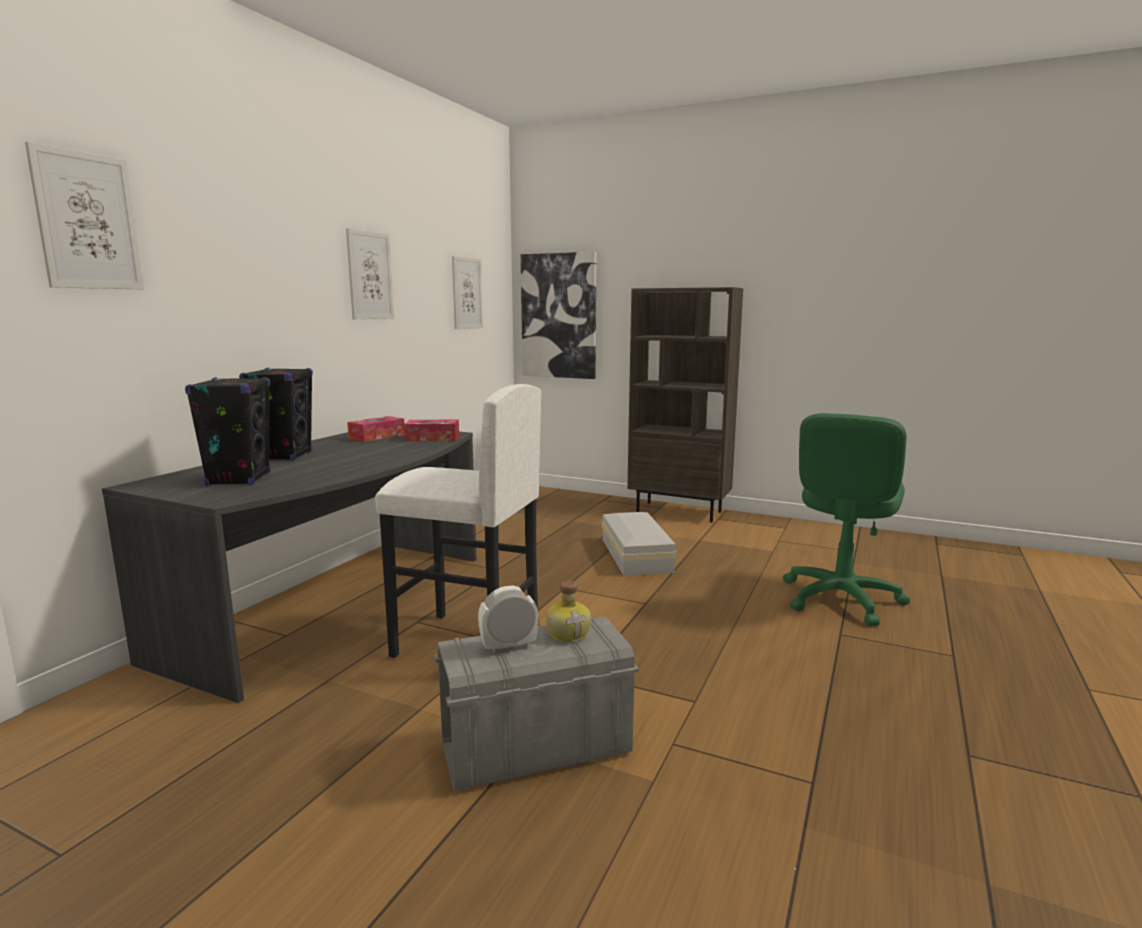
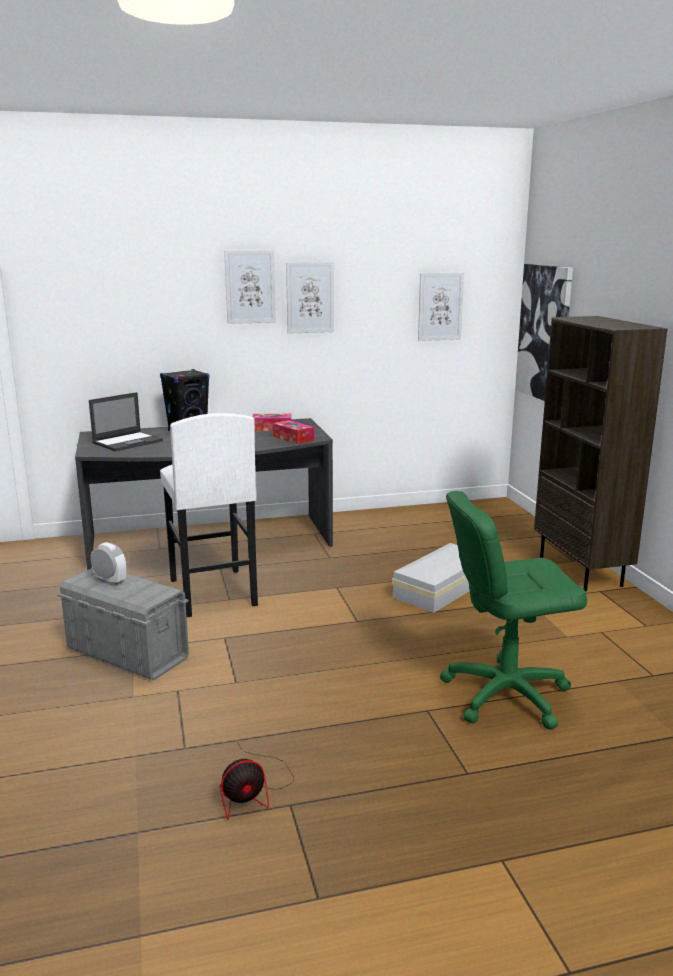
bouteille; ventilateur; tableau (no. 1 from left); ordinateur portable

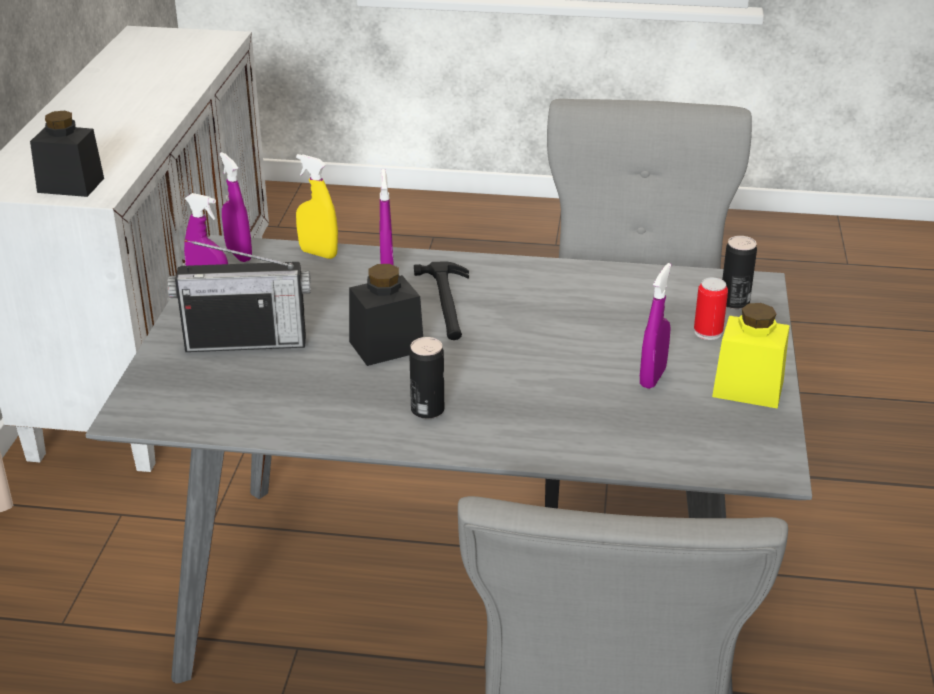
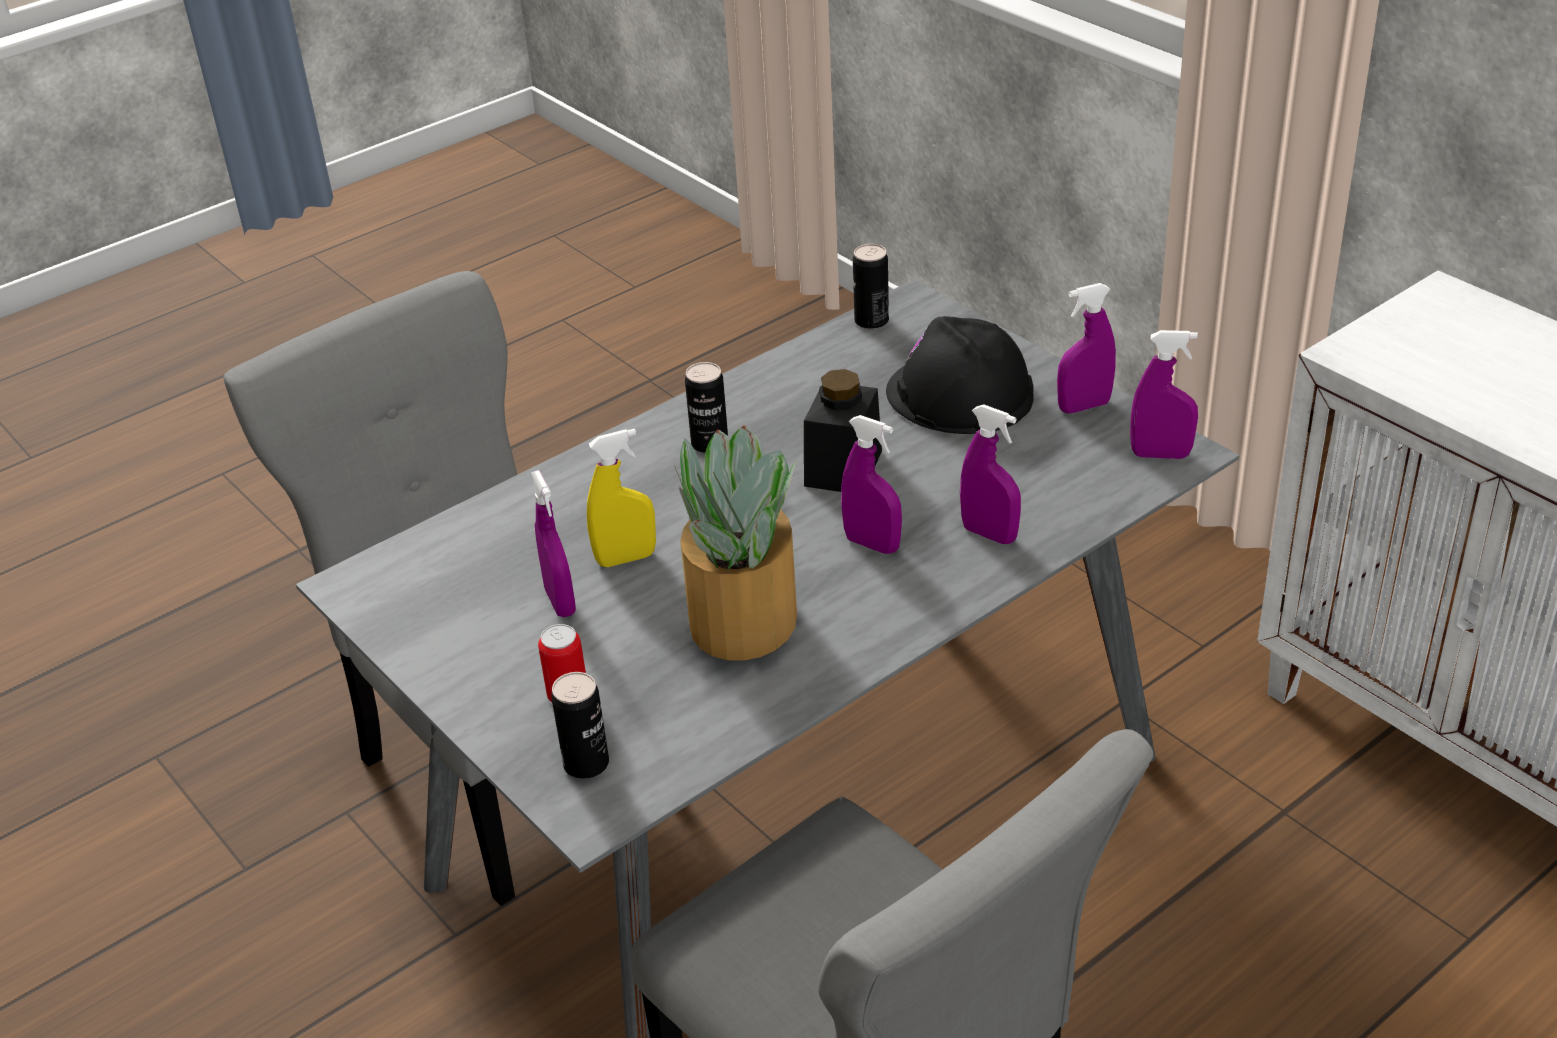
bocal/noir (no. 1 from left in the first image); bocal/jaune; plante en pot; boîte métallique (no. 4 from left); vaporisateur/jaune; casque de chantier/noir; vaporisateur/violet (no. 2 from left)

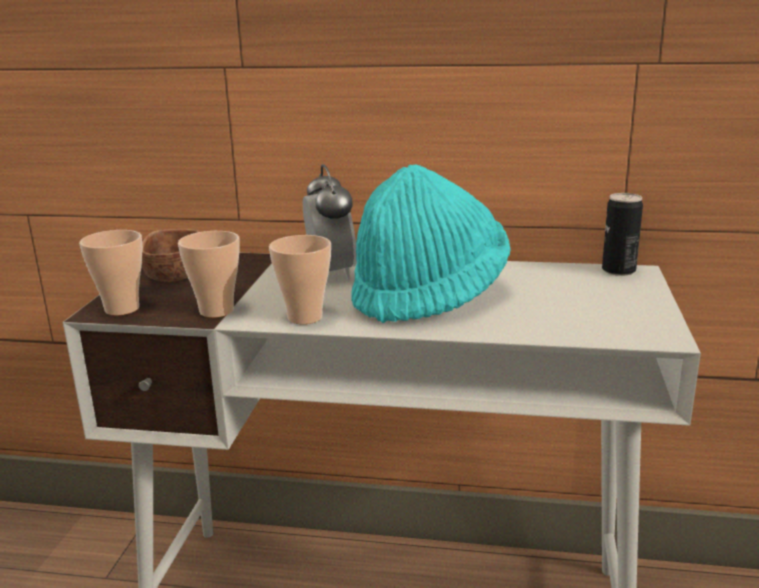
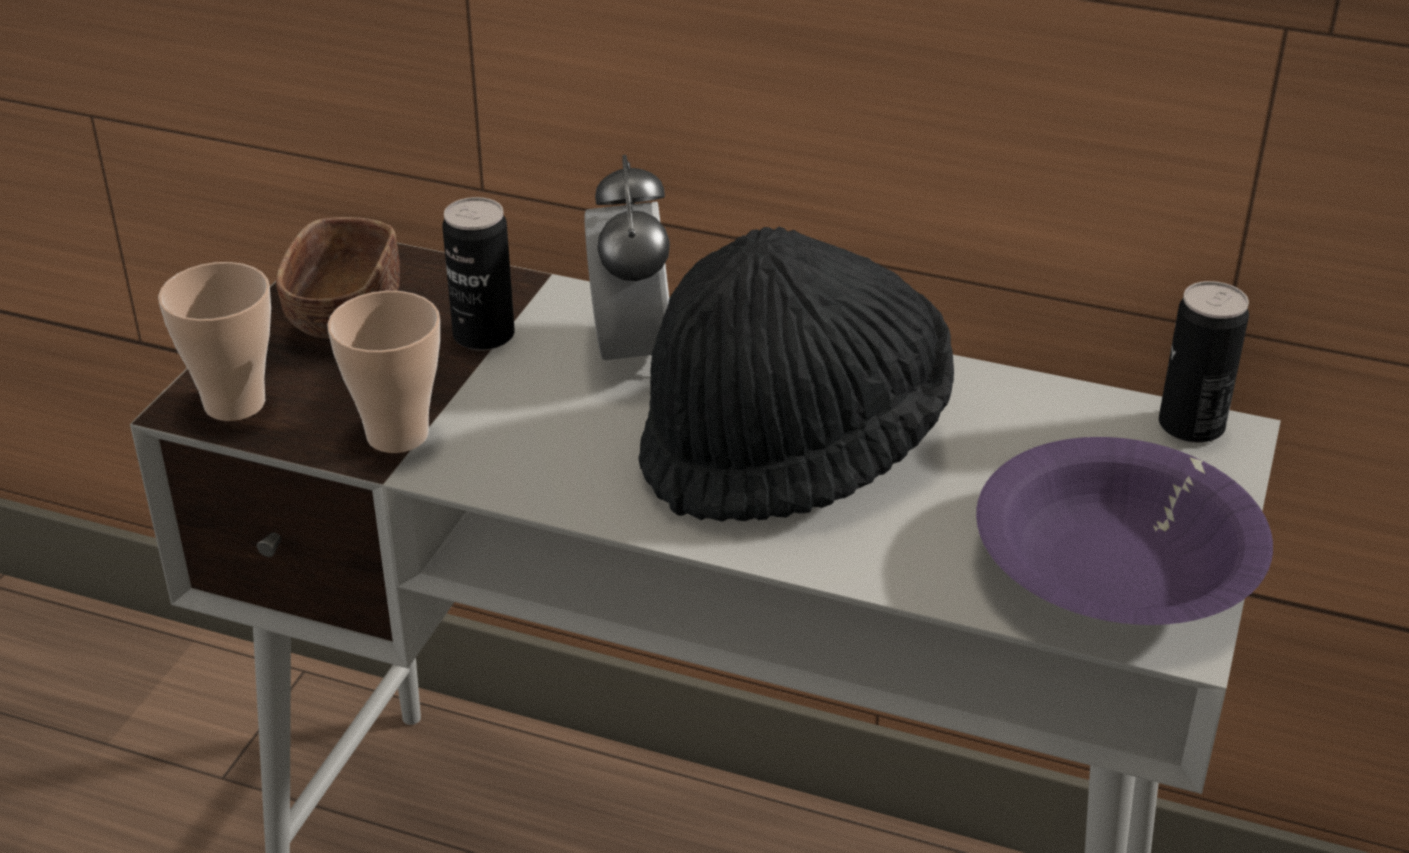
tasse (no. 3 from left in the first image); boîte métallique (no. 1 from left); bol/violet; chapeau/noir

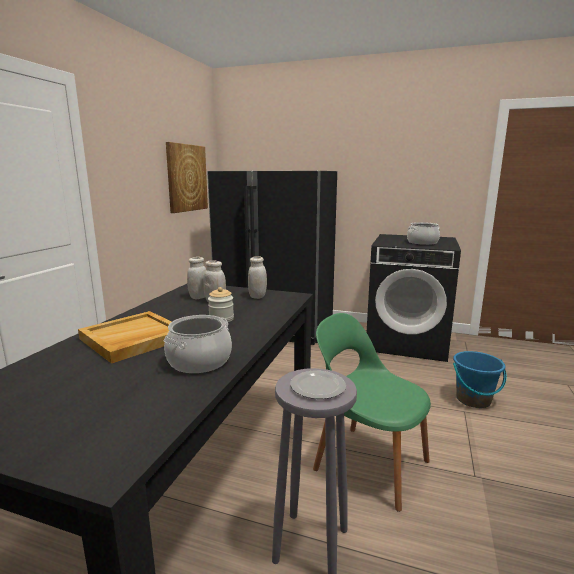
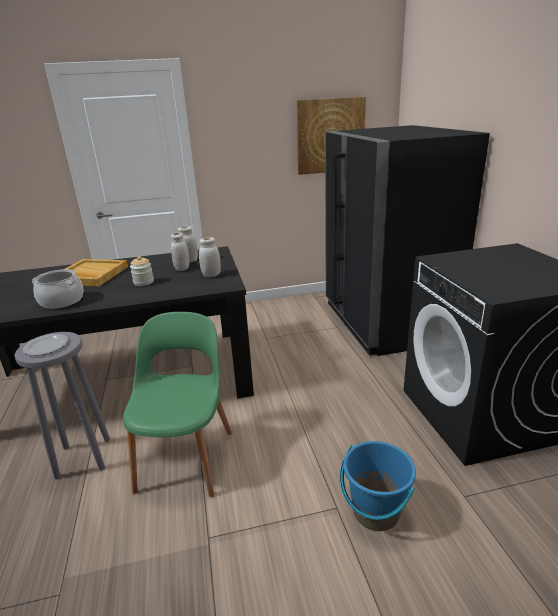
marmite (no. 2 from left in the first image)

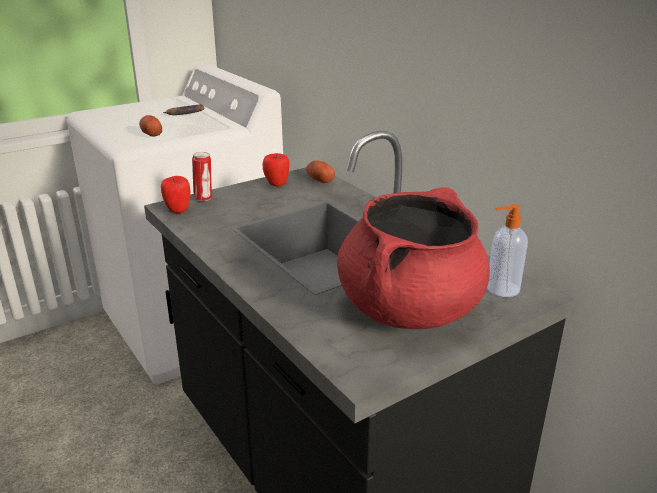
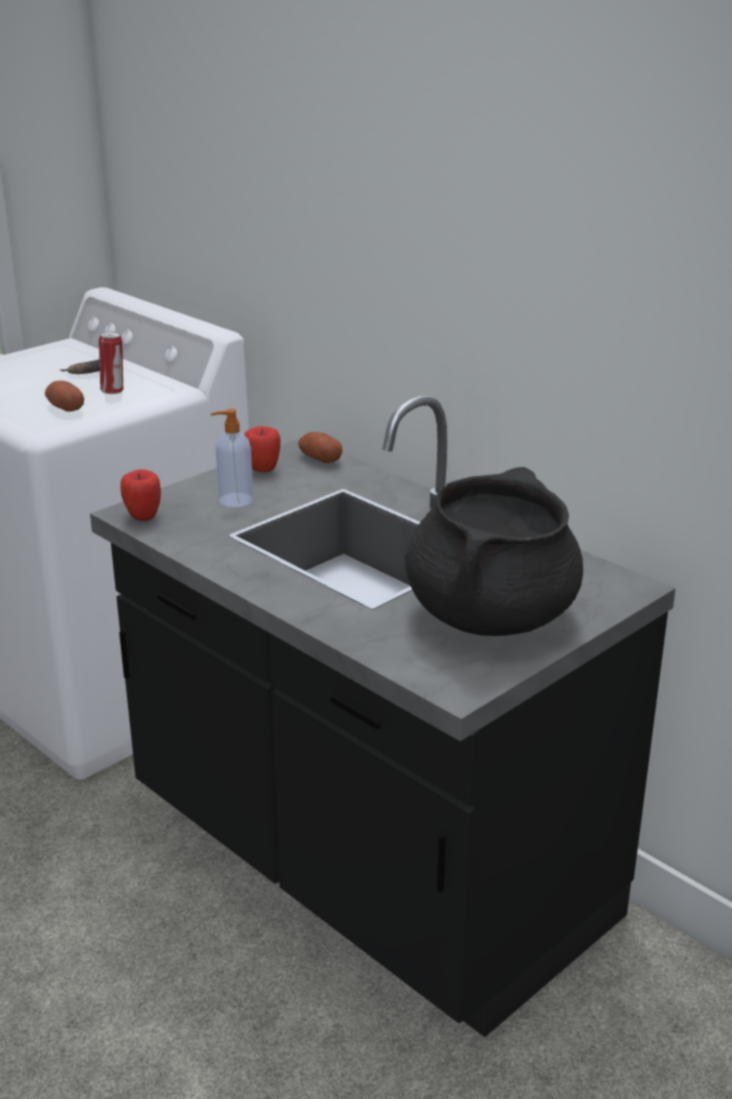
boîte métallique; distributeur de savon; marmite/noir

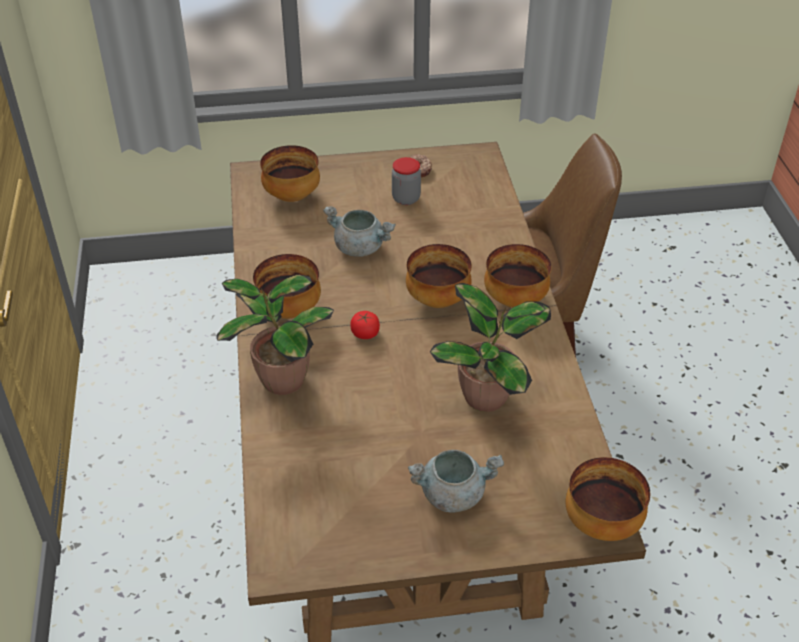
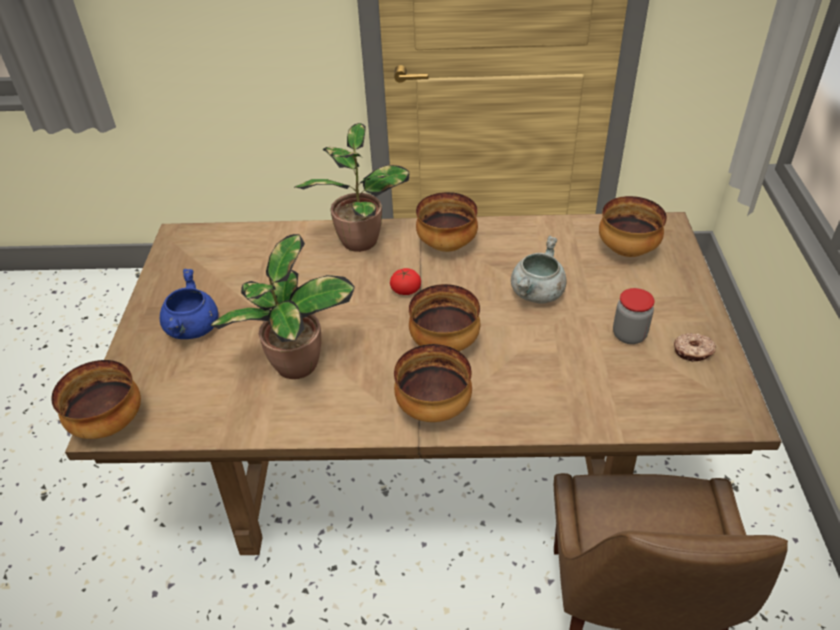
marmite/bleu

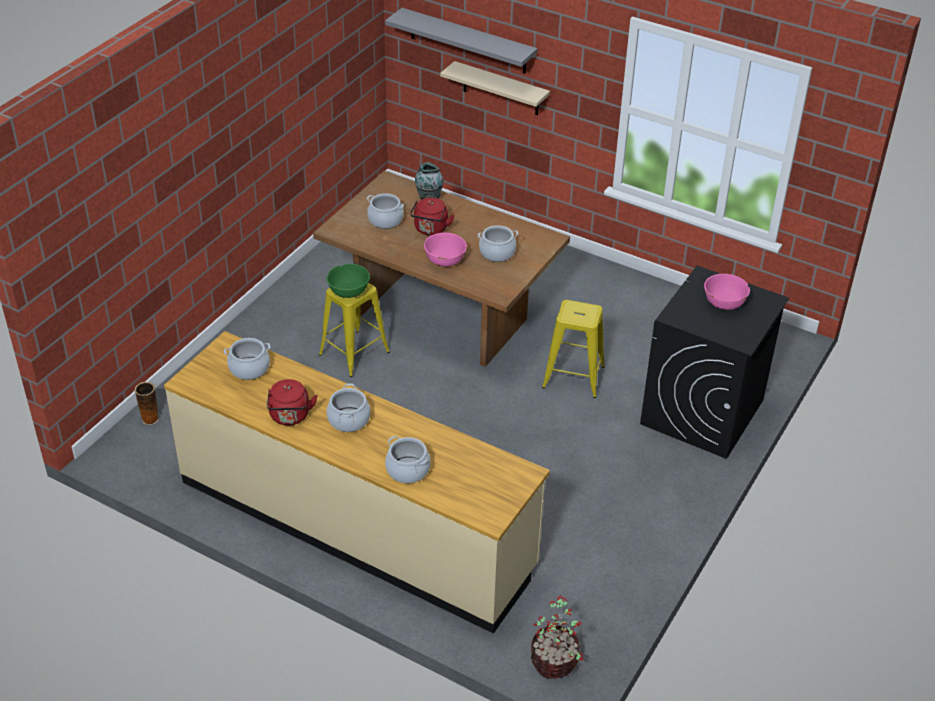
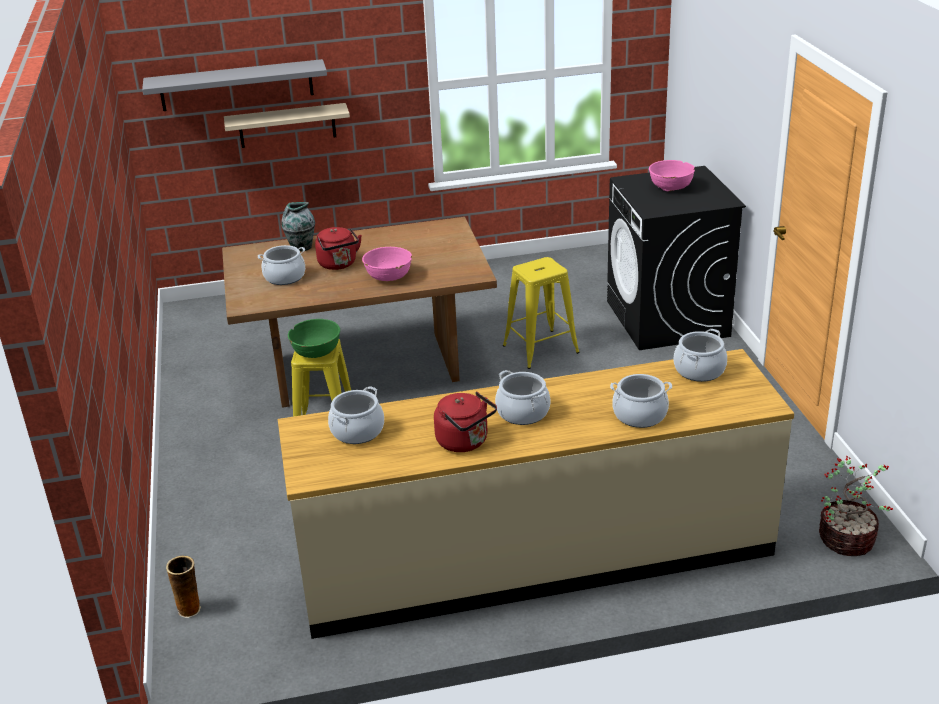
marmite (no. 5 from left)

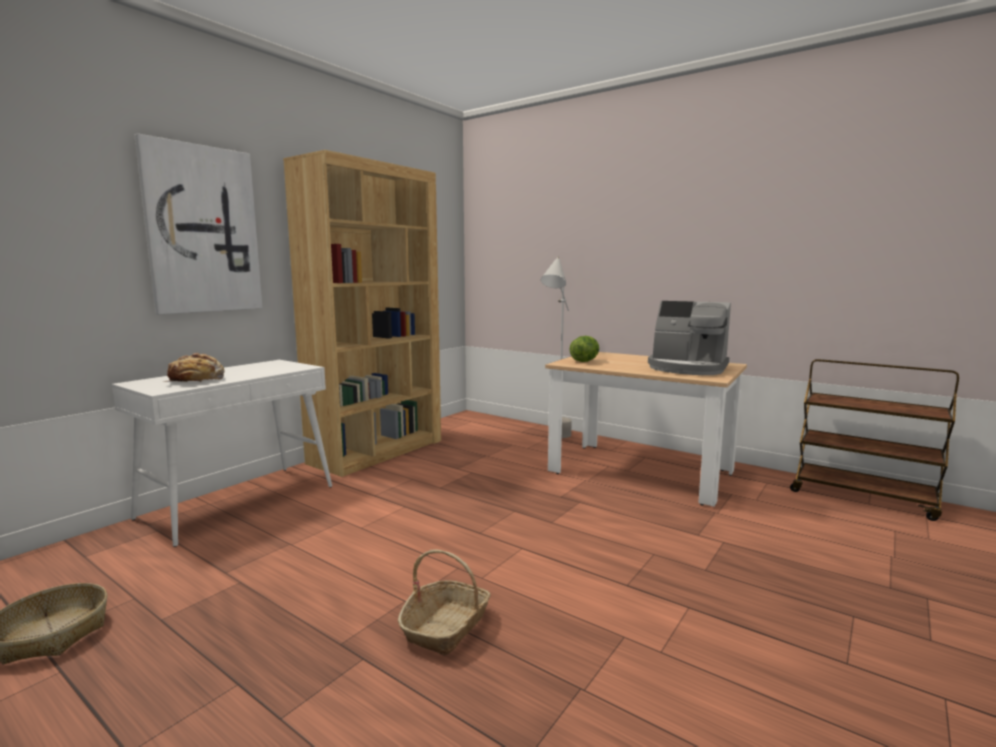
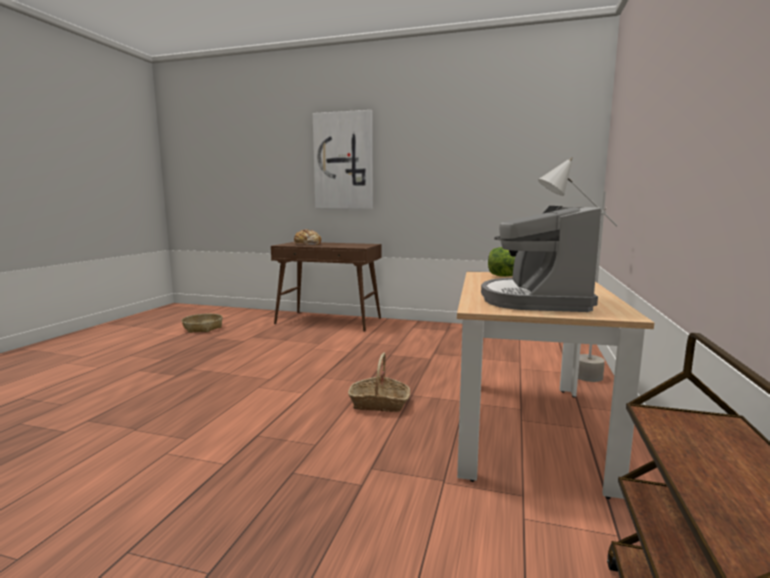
bibliothèque/marron; panier (no. 2 from left); table console/marron

